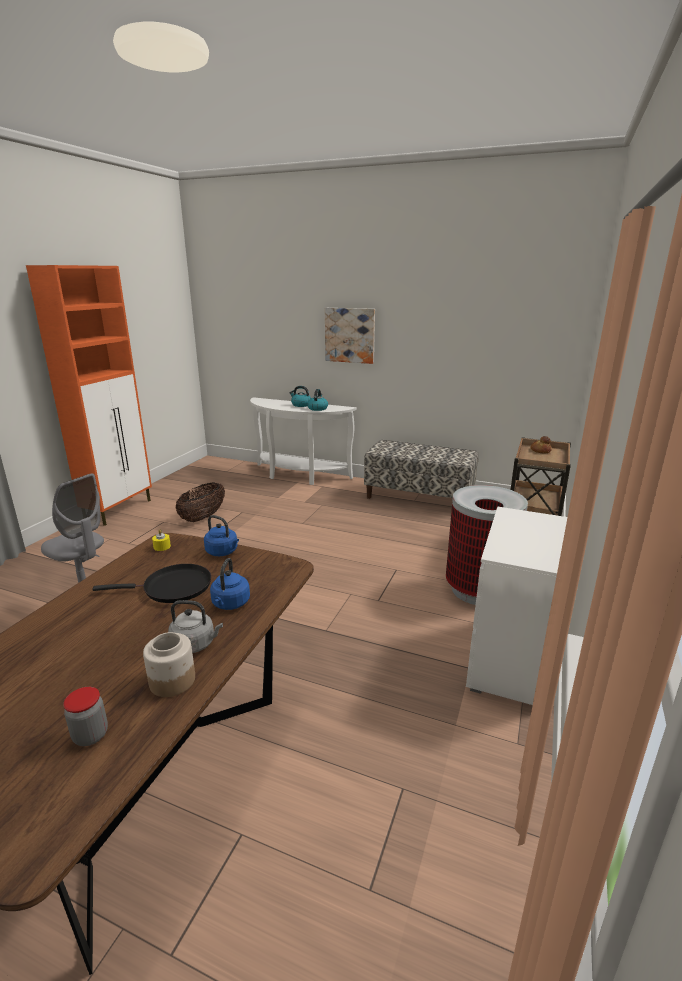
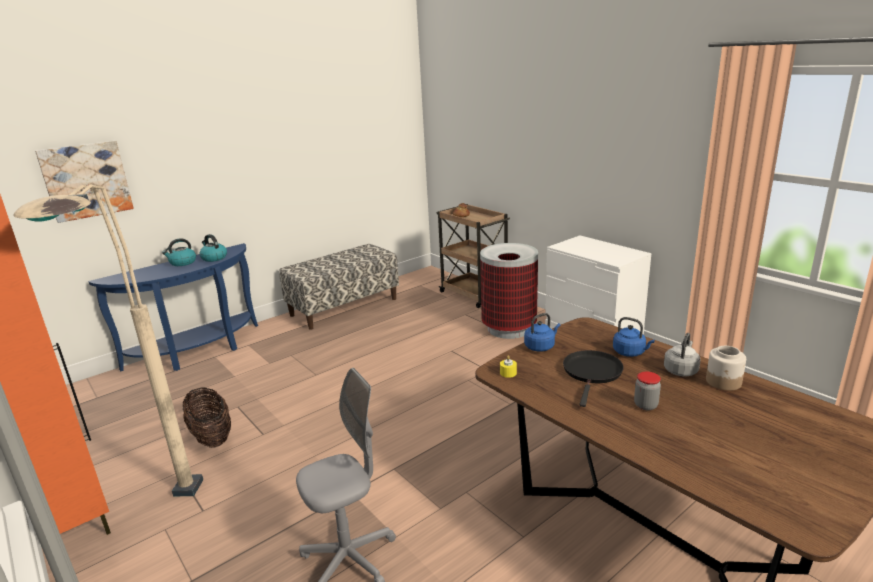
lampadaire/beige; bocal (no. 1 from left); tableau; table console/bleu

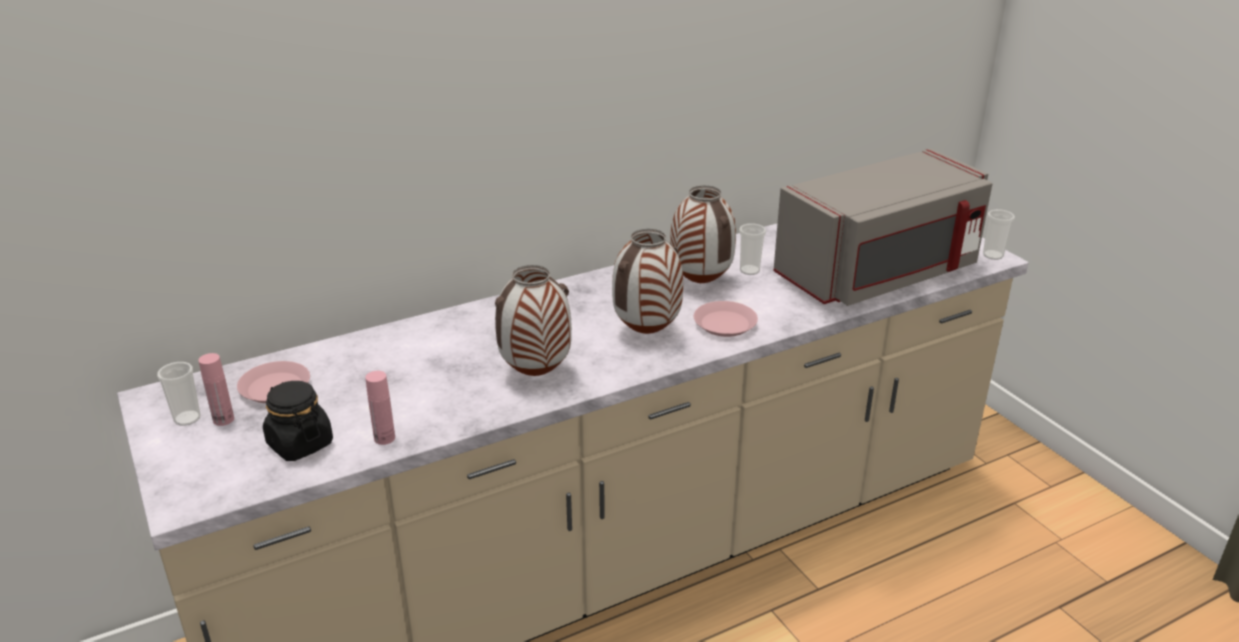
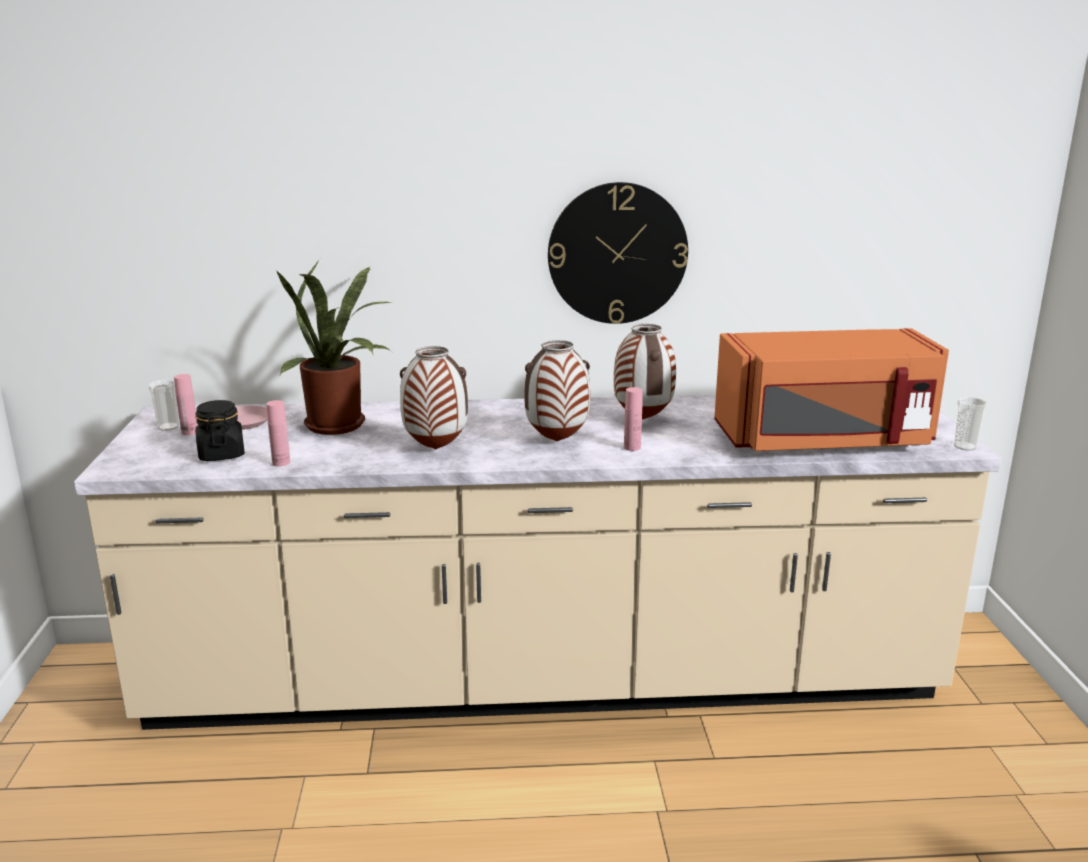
tasse (no. 2 from left in the first image); plante en pot; horloge murale; bouteille/rose (no. 3 from left); micro-ondes/orange

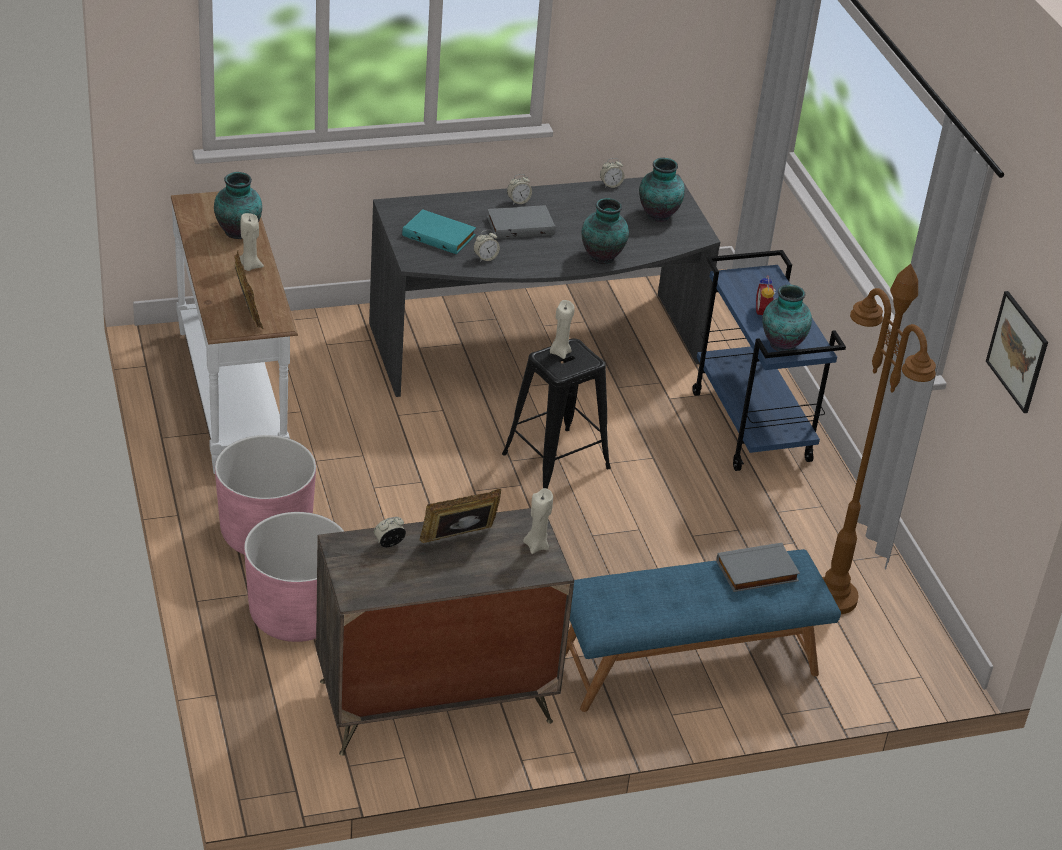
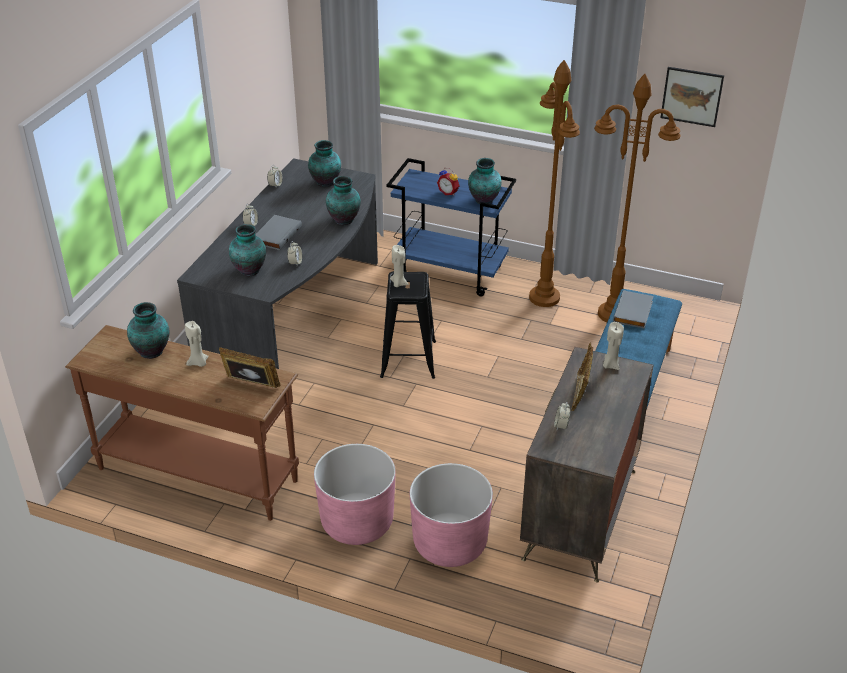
lampadaire/marron (no. 1 from left); vase (no. 2 from left); table console/marron

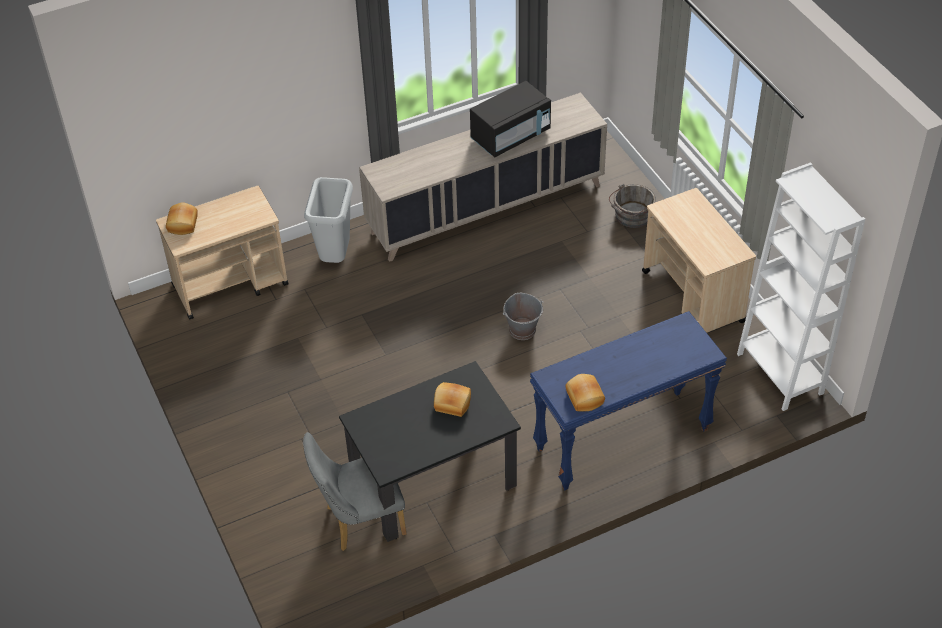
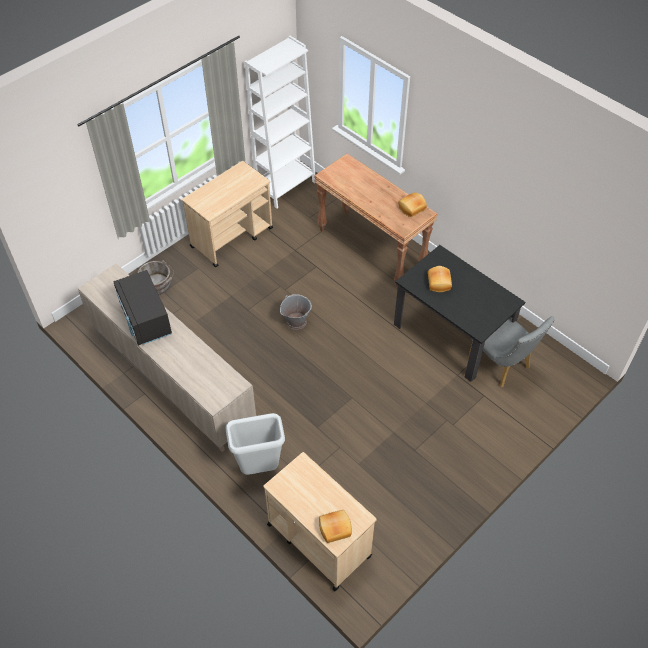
table console/marron; micro-ondes/noir

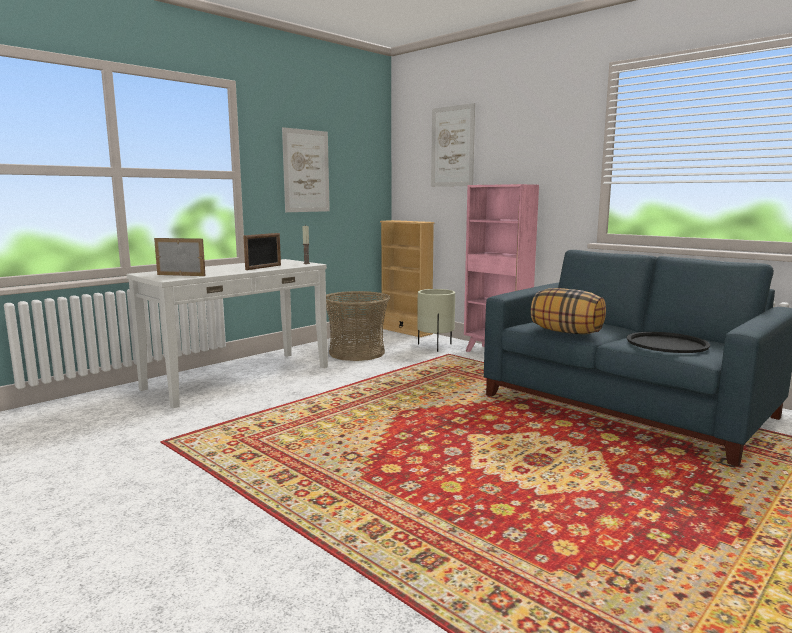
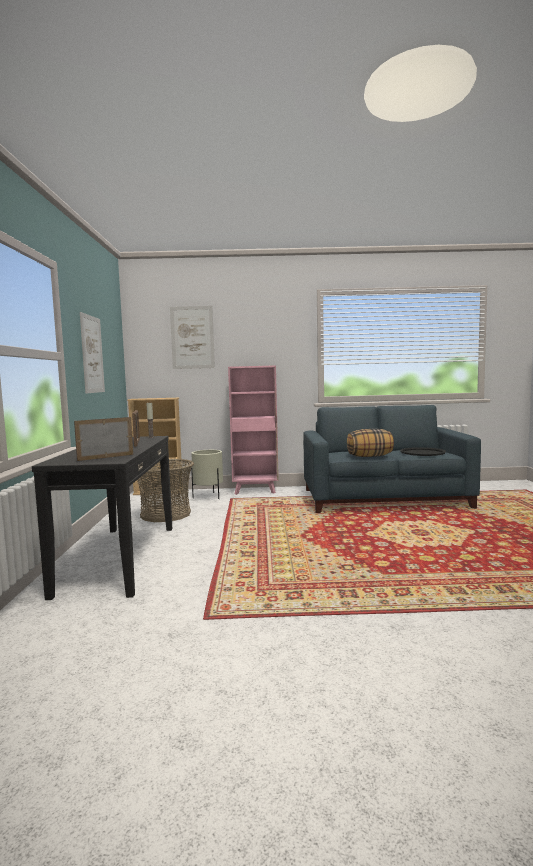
table console/noir

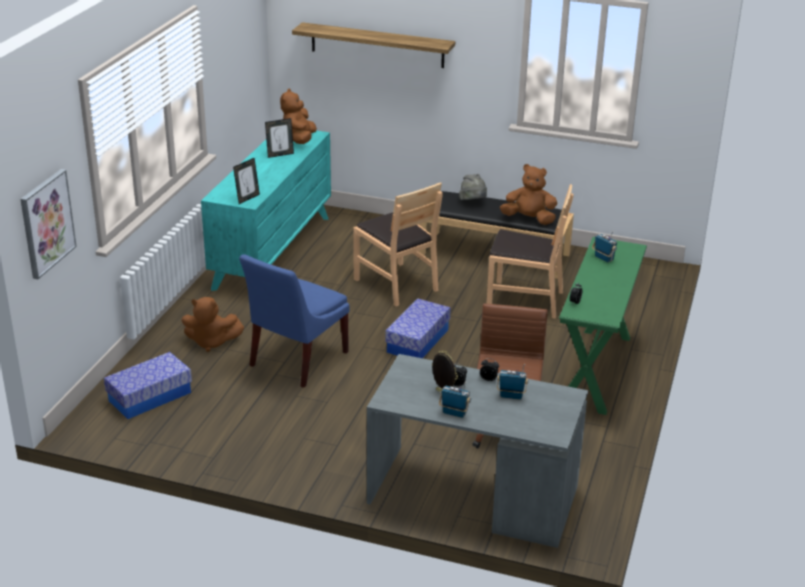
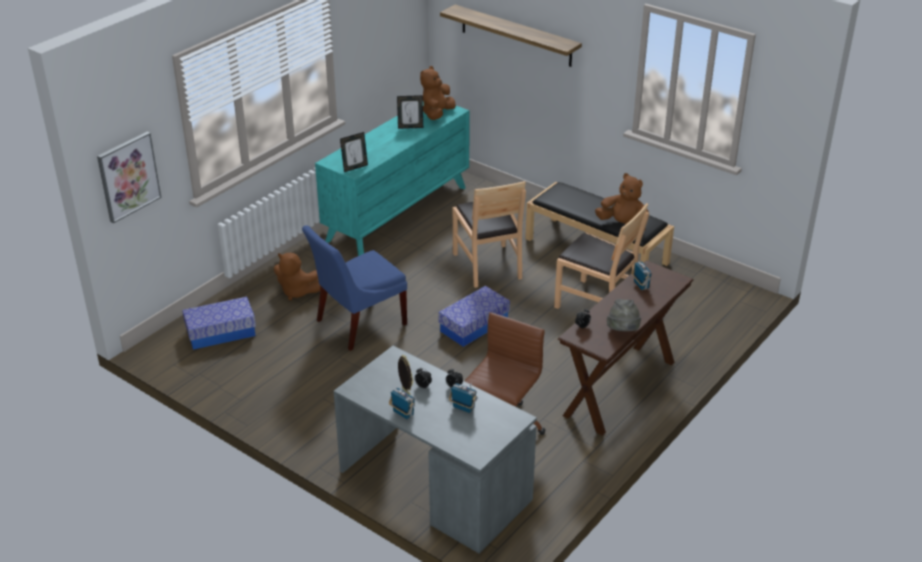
chapeau/gris; table console/marron

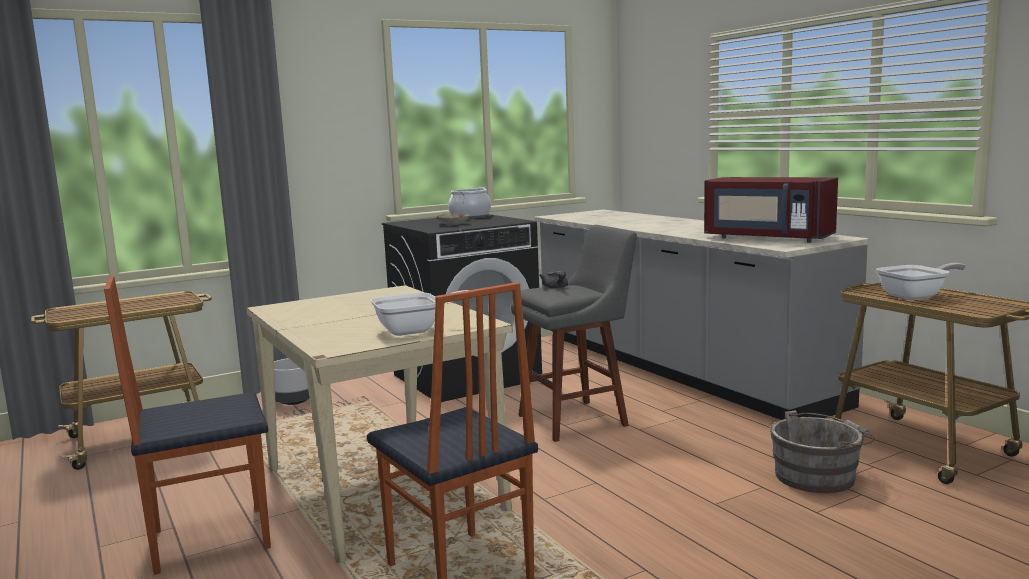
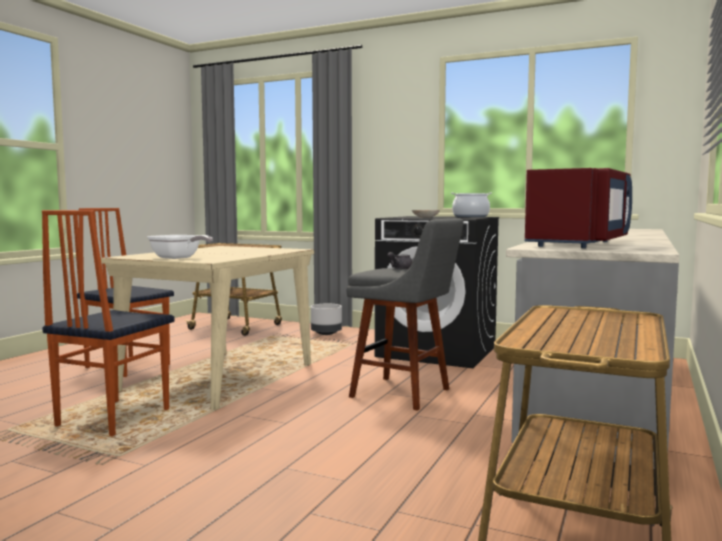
seau/gris; poêle (no. 2 from left in the first image); micro-ondes/rouge

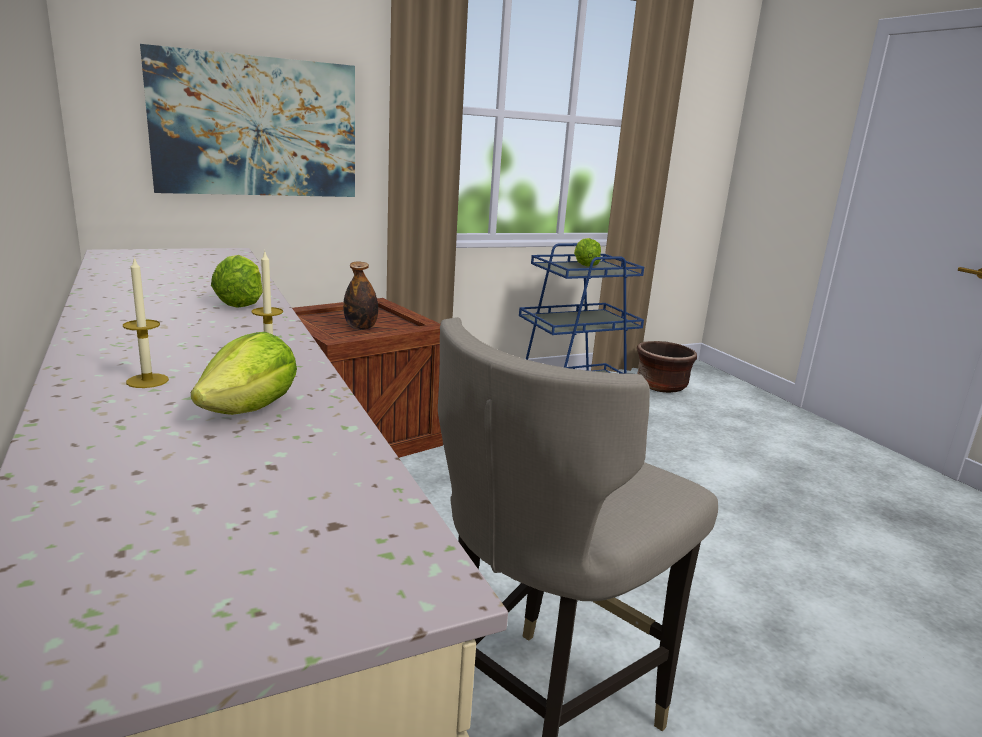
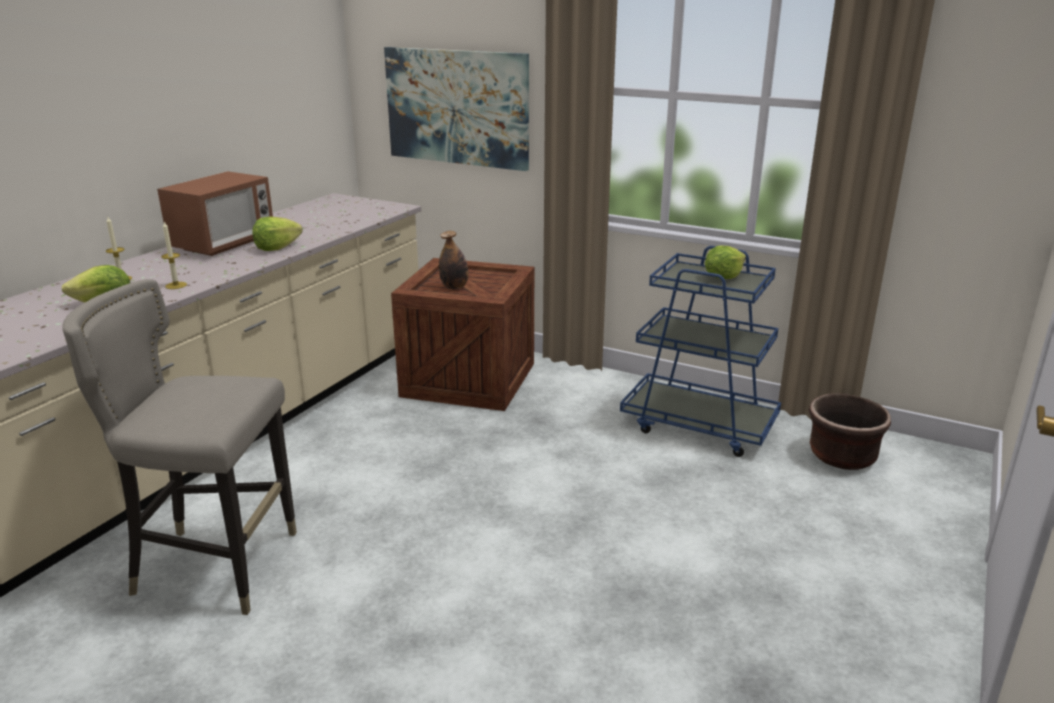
micro-ondes

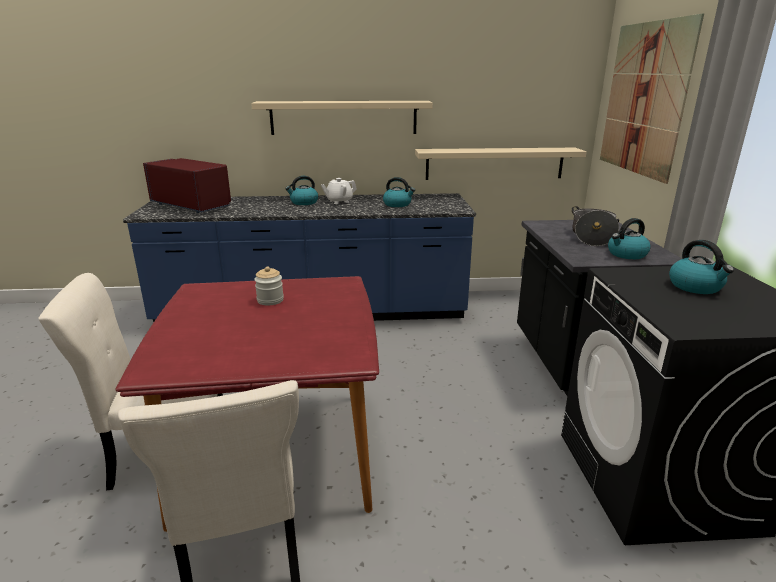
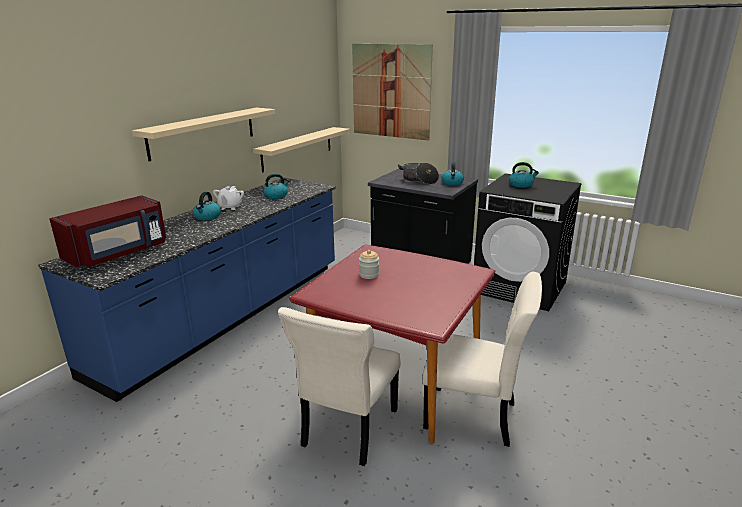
micro-ondes/rouge

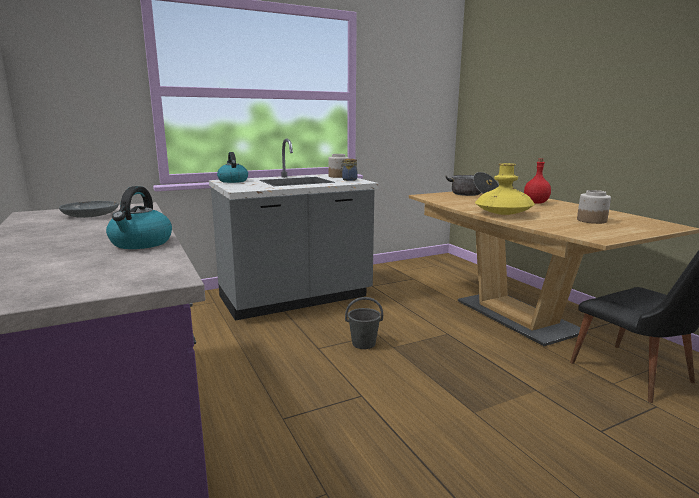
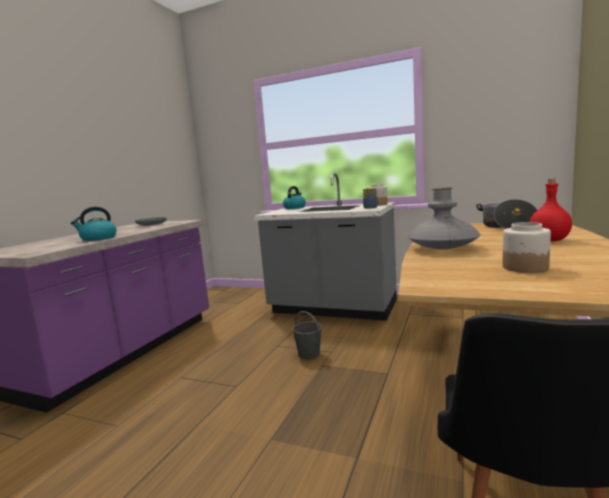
vase/gris

